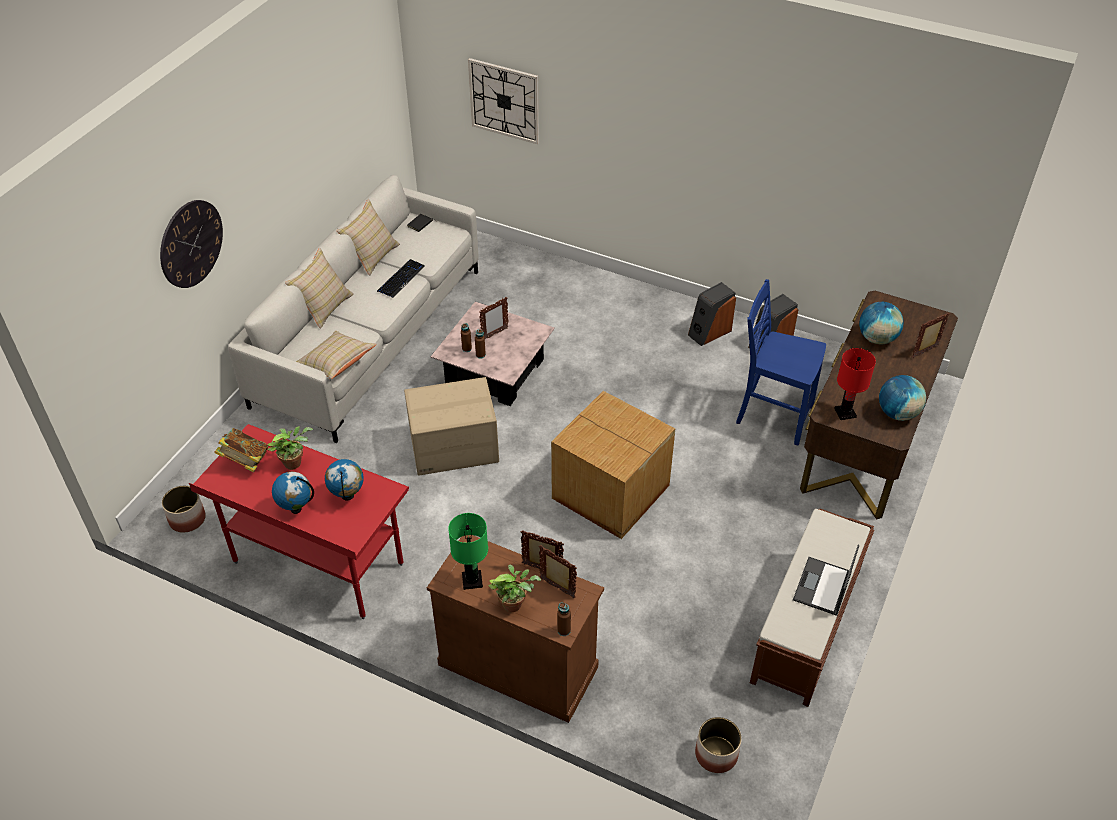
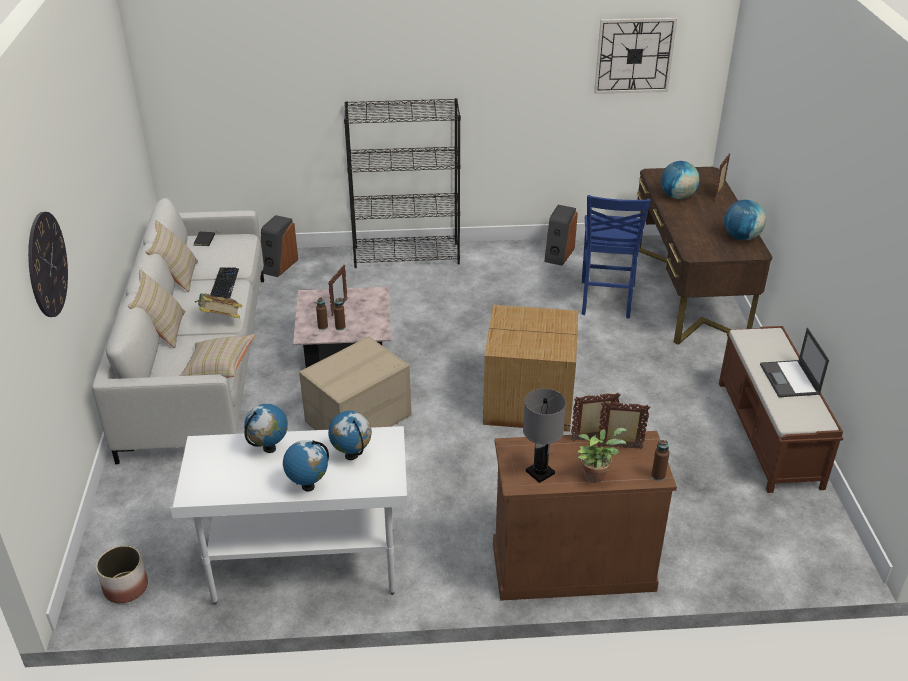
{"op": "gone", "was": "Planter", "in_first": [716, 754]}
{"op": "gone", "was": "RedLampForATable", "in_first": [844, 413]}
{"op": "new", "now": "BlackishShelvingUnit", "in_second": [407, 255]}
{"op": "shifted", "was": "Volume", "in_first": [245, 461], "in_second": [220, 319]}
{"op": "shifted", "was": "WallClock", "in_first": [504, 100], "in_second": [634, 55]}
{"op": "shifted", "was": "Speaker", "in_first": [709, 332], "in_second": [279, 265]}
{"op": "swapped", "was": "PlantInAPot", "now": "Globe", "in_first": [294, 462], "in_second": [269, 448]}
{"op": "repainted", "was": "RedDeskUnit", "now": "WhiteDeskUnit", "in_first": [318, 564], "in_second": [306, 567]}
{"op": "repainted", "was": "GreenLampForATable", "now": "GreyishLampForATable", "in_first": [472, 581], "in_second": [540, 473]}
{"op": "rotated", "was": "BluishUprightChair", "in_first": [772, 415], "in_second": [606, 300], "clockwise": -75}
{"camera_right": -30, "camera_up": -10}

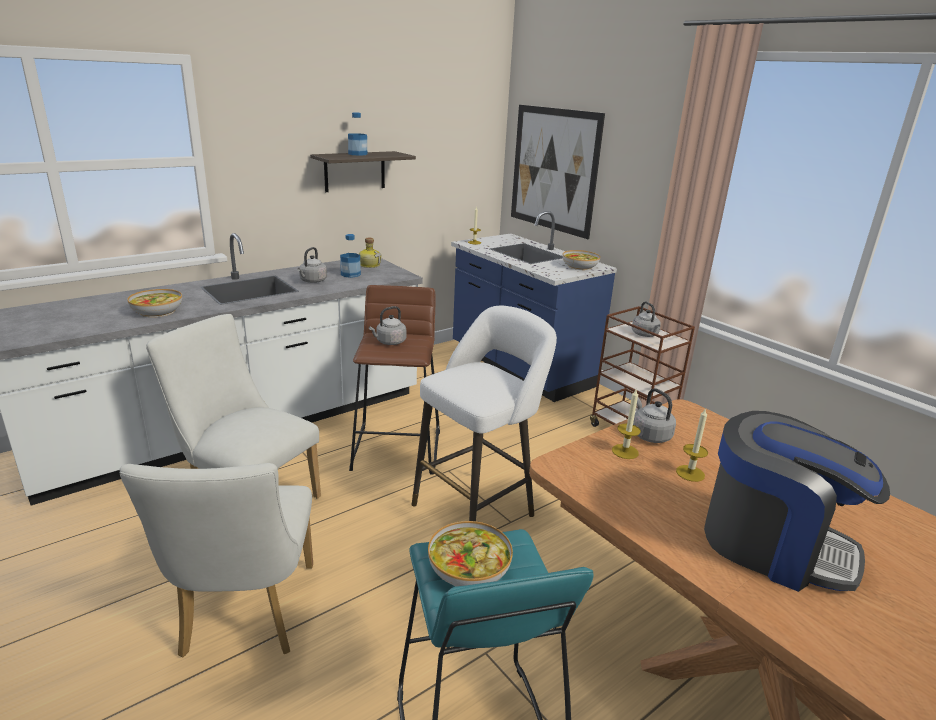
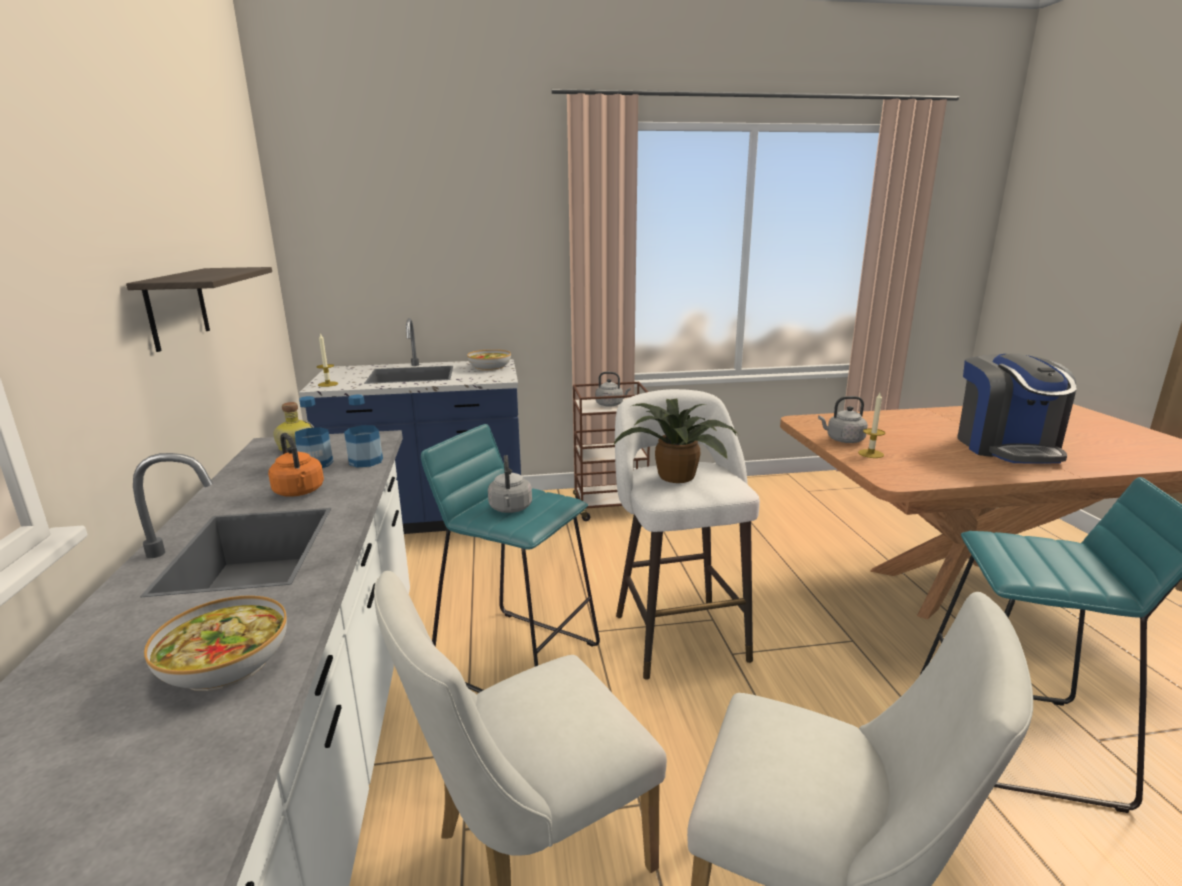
{"op": "gone", "was": "ServingBowl", "in_first": [468, 569]}
{"op": "gone", "was": "WallPicture", "in_first": [553, 170]}
{"op": "gone", "was": "WaxCandle", "in_first": [690, 473]}
{"op": "new", "now": "PlantInAPot", "in_second": [678, 475]}
{"op": "shifted", "was": "DrinkBottle", "in_first": [357, 154], "in_second": [366, 461]}
{"op": "repainted", "was": "GreyishWaterKettle", "now": "OrangeColouredWaterKettle", "in_first": [312, 281], "in_second": [300, 492]}
{"op": "repainted", "was": "BrownishStoolSeat", "now": "TurquoiseStoolSeat", "in_first": [397, 449], "in_second": [517, 658]}
{"op": "rotated", "was": "CoffeeMachine", "in_first": [773, 545], "in_second": [1006, 447], "clockwise": 120}
{"camera_right": -60, "camera_up": -5}

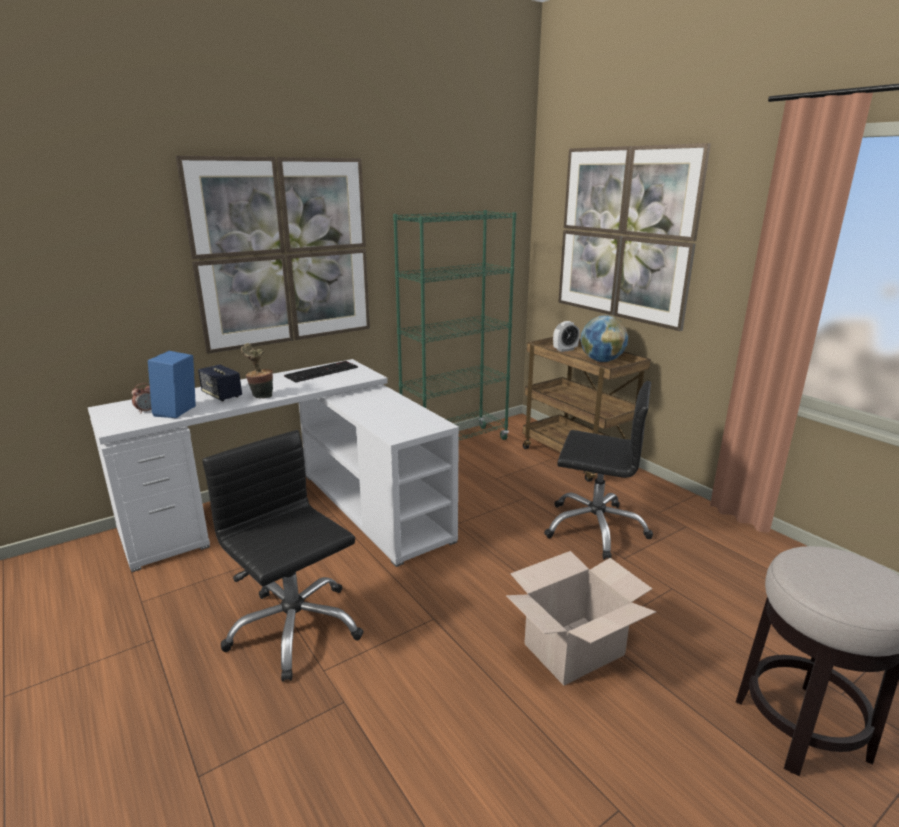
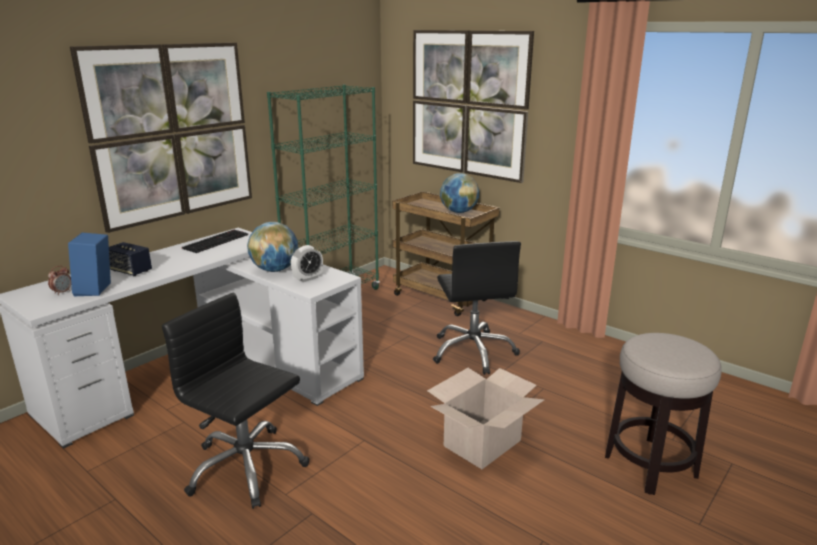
{"op": "gone", "was": "PlantInAPot", "in_first": [260, 396]}
{"op": "new", "now": "Globe", "in_second": [275, 270]}
{"op": "shifted", "was": "AlarmClock", "in_first": [565, 350], "in_second": [308, 278]}
{"op": "rotated", "was": "BlackishComputerChair", "in_first": [595, 527], "in_second": [473, 351], "clockwise": 75}
{"camera_right": -15, "camera_up": 0}

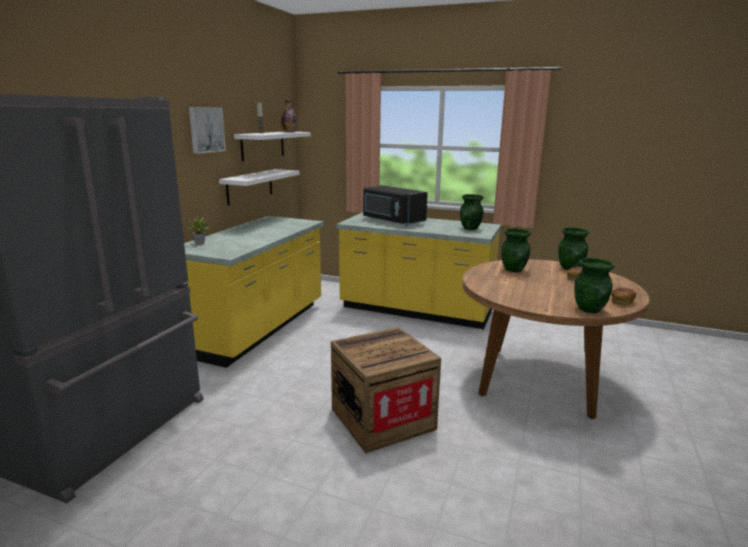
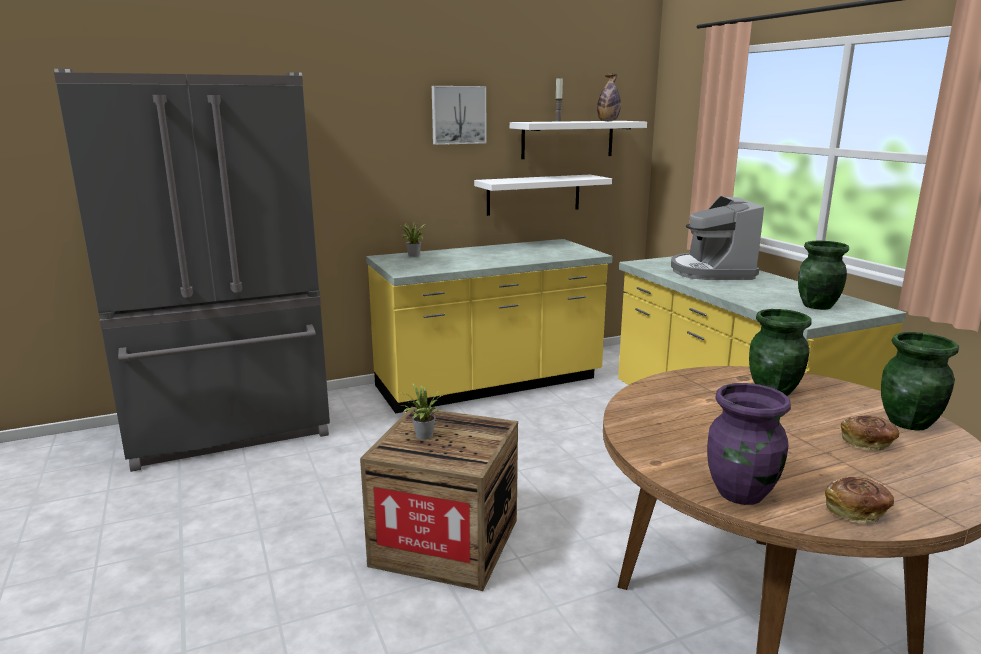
{"op": "new", "now": "PlantInAPot", "in_second": [422, 436]}
{"op": "swapped", "was": "BlackishMicrowaveOven", "now": "CoffeeMachine", "in_first": [392, 220], "in_second": [711, 271]}
{"op": "repainted", "was": "GreenDecorativeVase", "now": "PurpleDecorativeVase", "in_first": [589, 309], "in_second": [741, 493]}
{"camera_right": 45, "camera_up": 0}

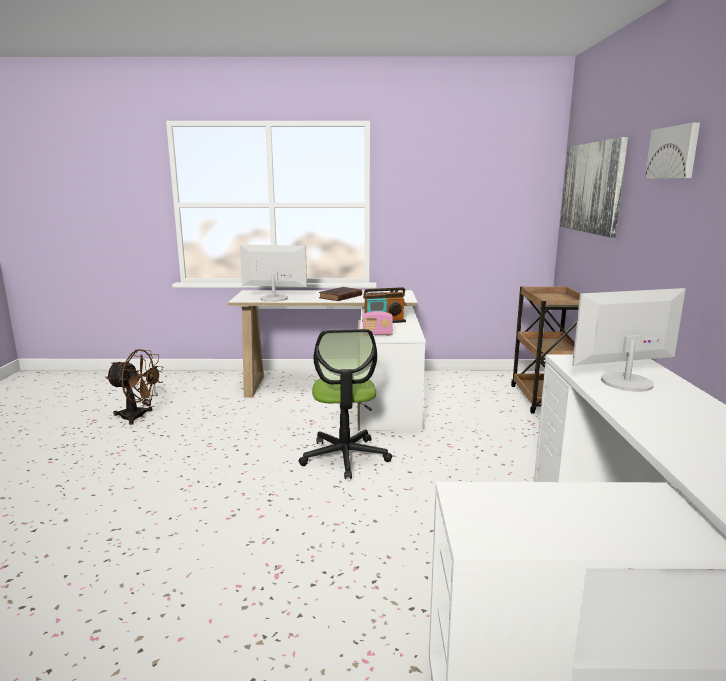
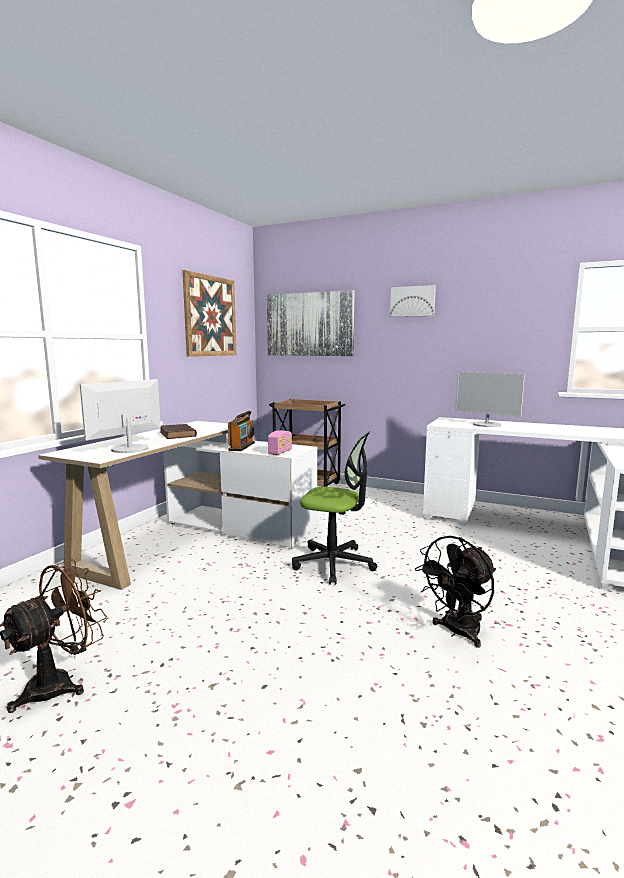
{"op": "new", "now": "WallPicture", "in_second": [210, 316]}
{"op": "new", "now": "BlackishCoolingFan", "in_second": [457, 633]}
{"op": "rotated", "was": "ComputerScreen", "in_first": [625, 382], "in_second": [486, 425], "clockwise": -60}
{"camera_right": -65, "camera_up": -5}

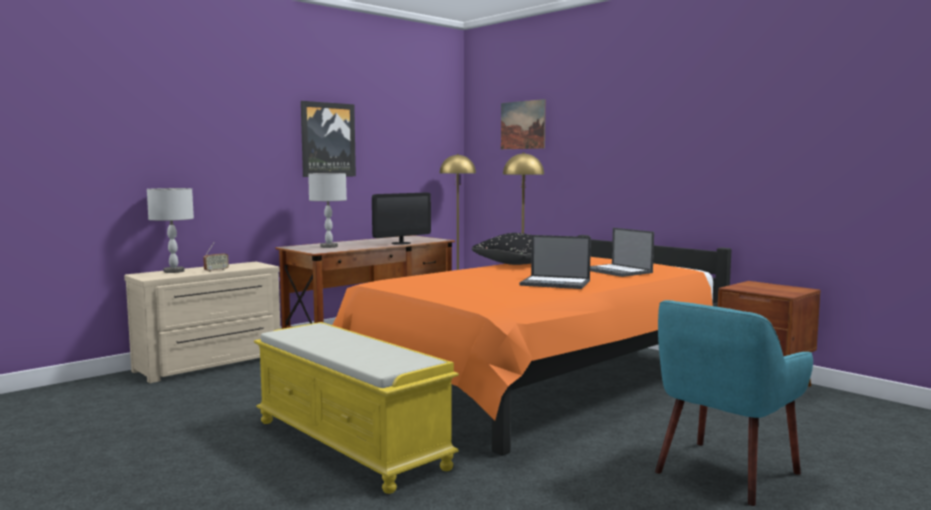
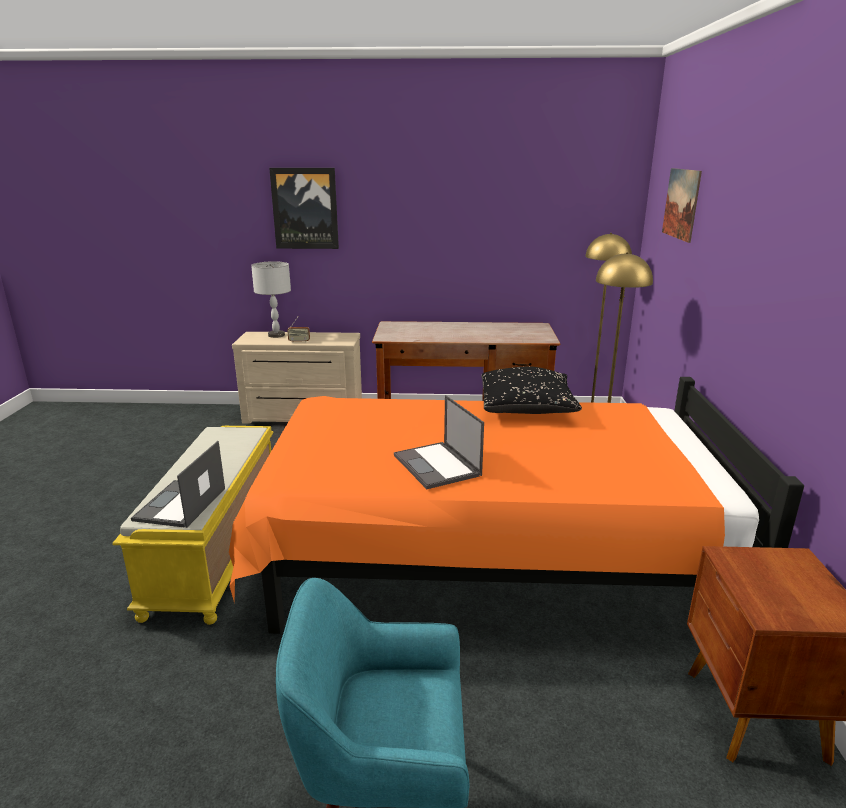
{"op": "gone", "was": "GreyishLampForATable", "in_first": [329, 247]}
{"op": "gone", "was": "ComputerScreen", "in_first": [401, 243]}
{"op": "shifted", "was": "WallPicture", "in_first": [327, 140], "in_second": [305, 208]}
{"op": "shifted", "was": "PortableComputer", "in_first": [618, 271], "in_second": [180, 505]}
{"camera_right": 45, "camera_up": 15}

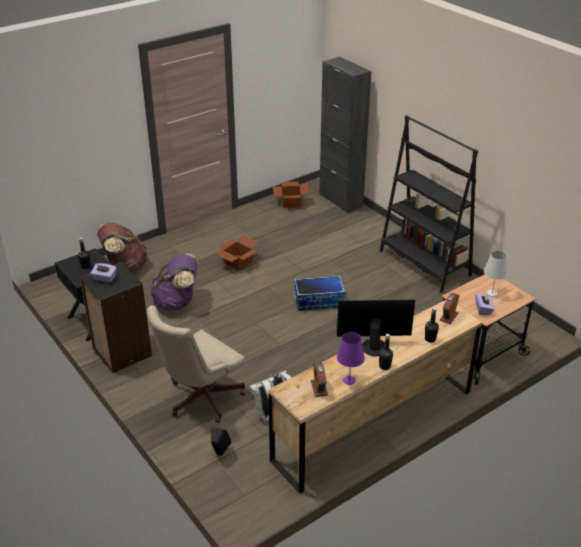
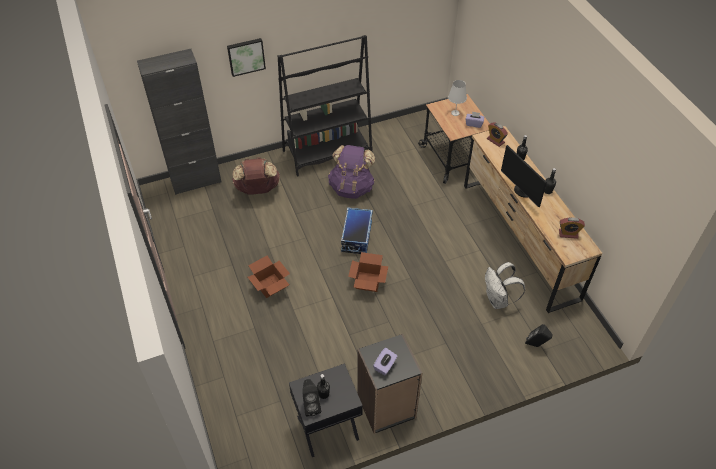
{"op": "gone", "was": "SandColouredComputerChair", "in_first": [200, 399]}
{"op": "gone", "was": "PurpleLampForATable", "in_first": [349, 380]}
{"op": "new", "now": "WallPicture", "in_second": [246, 56]}
{"op": "new", "now": "BlackishSpeaker", "in_second": [311, 405]}
{"op": "shifted", "was": "BrownishRucksack", "in_first": [125, 266], "in_second": [257, 190]}
{"op": "shifted", "was": "PurpleRucksack", "in_first": [177, 302], "in_second": [352, 187]}
{"op": "shifted", "was": "CardboardBox", "in_first": [290, 202], "in_second": [367, 282]}
{"op": "rotated", "was": "ComputerScreen", "in_first": [374, 345], "in_second": [522, 191], "clockwise": -45}
{"camera_right": -75, "camera_up": 15}

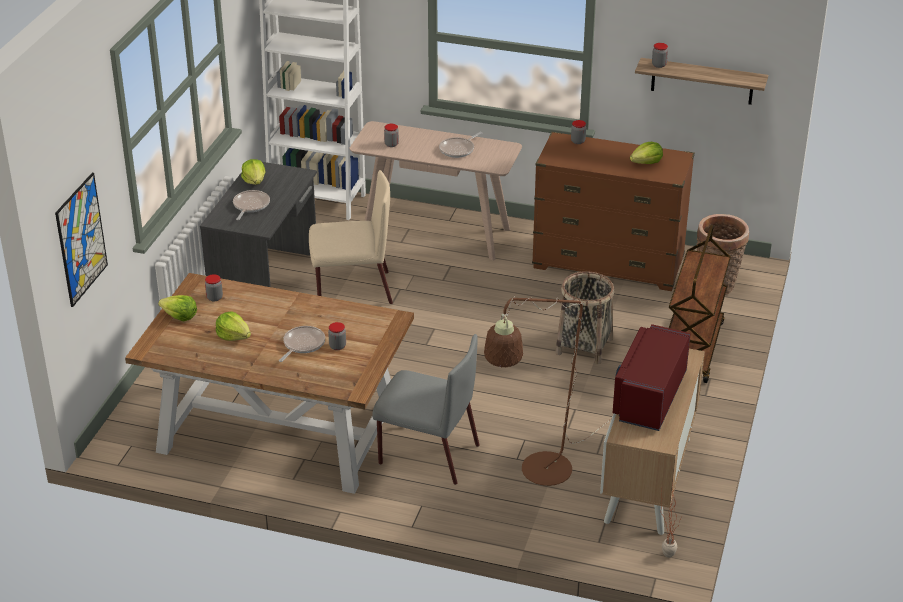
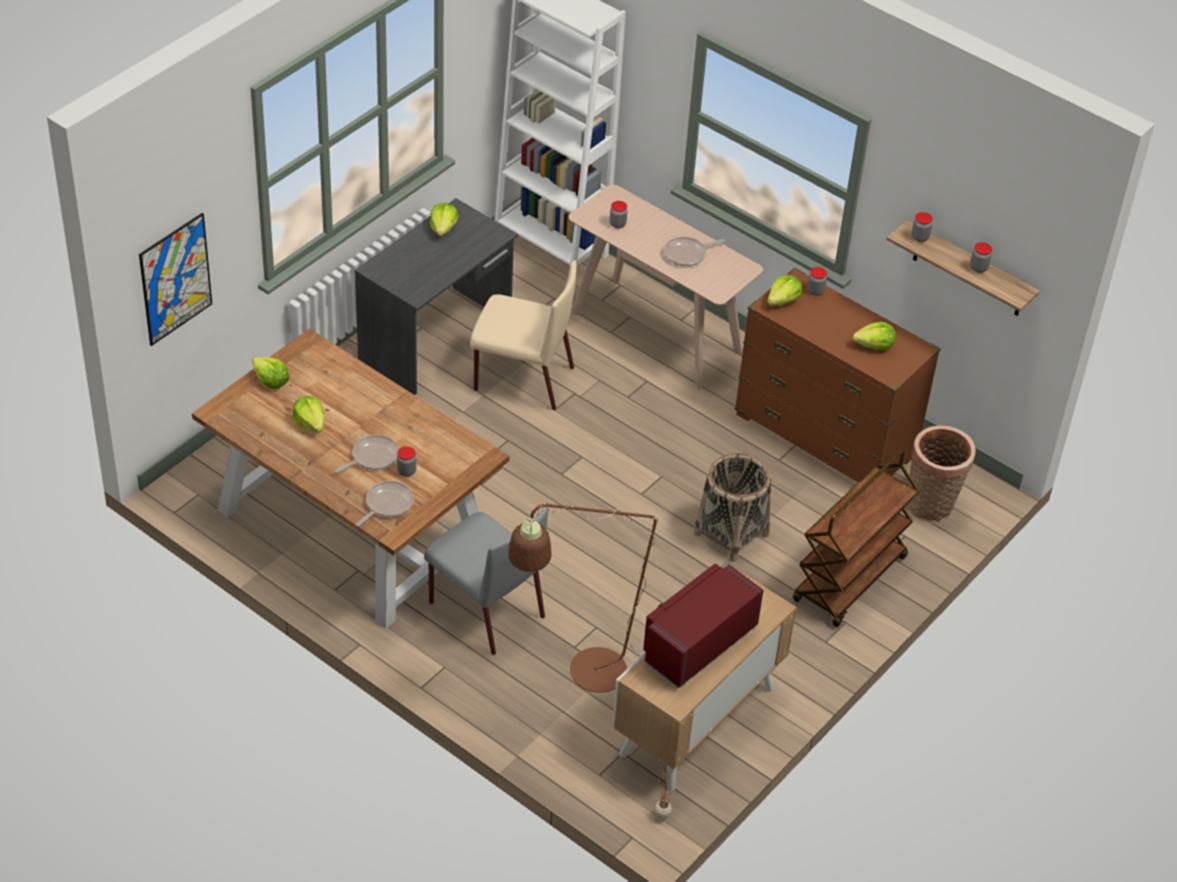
{"op": "new", "now": "LettuceHead", "in_second": [783, 300]}
{"op": "shifted", "was": "StorageJar", "in_first": [214, 298], "in_second": [978, 268]}
{"op": "shifted", "was": "Pan", "in_first": [250, 206], "in_second": [387, 504]}
{"camera_right": 20, "camera_up": 10}

